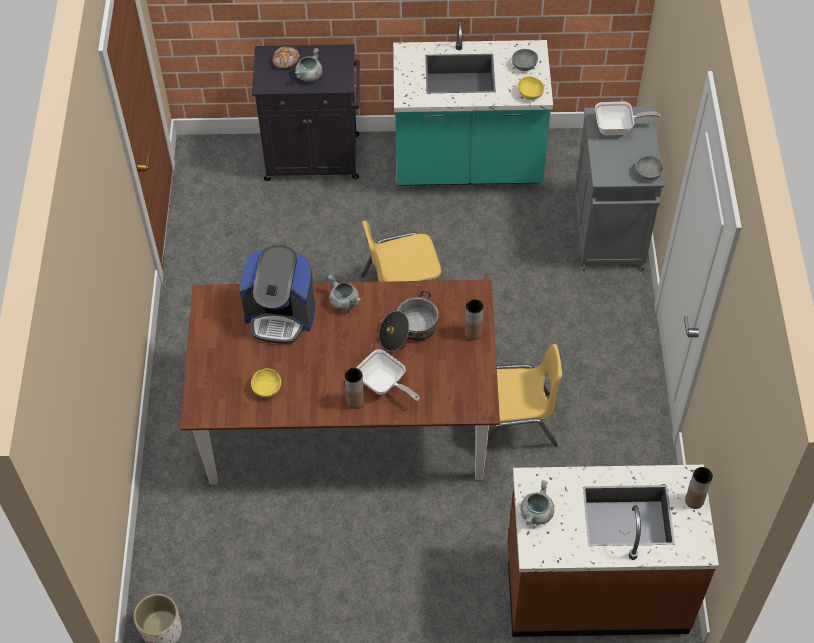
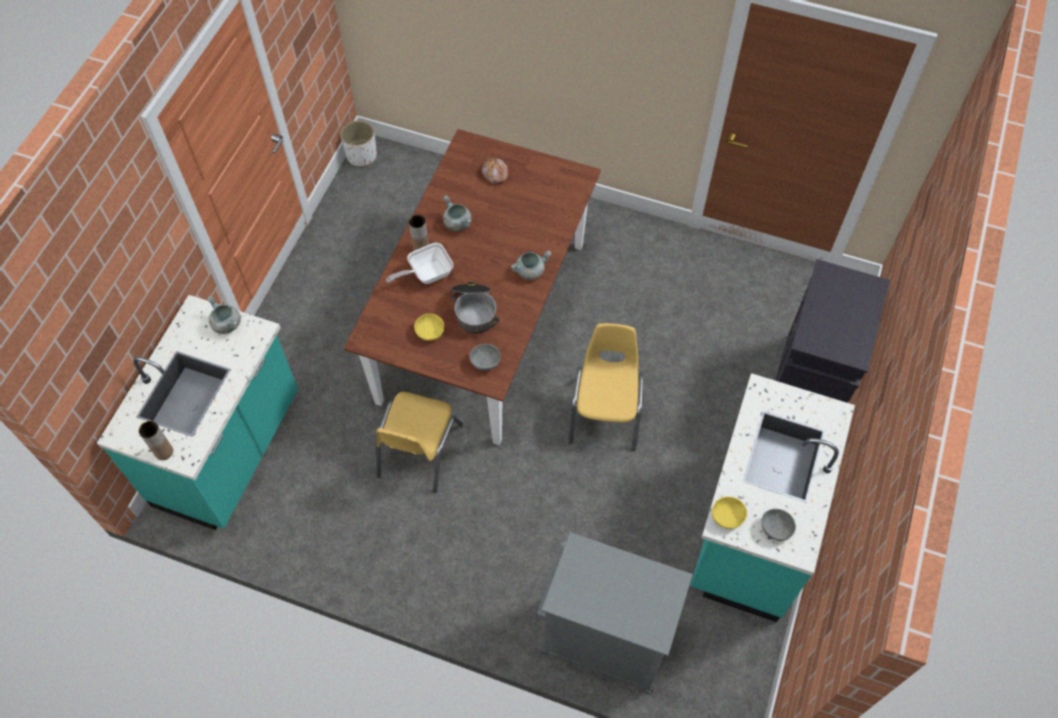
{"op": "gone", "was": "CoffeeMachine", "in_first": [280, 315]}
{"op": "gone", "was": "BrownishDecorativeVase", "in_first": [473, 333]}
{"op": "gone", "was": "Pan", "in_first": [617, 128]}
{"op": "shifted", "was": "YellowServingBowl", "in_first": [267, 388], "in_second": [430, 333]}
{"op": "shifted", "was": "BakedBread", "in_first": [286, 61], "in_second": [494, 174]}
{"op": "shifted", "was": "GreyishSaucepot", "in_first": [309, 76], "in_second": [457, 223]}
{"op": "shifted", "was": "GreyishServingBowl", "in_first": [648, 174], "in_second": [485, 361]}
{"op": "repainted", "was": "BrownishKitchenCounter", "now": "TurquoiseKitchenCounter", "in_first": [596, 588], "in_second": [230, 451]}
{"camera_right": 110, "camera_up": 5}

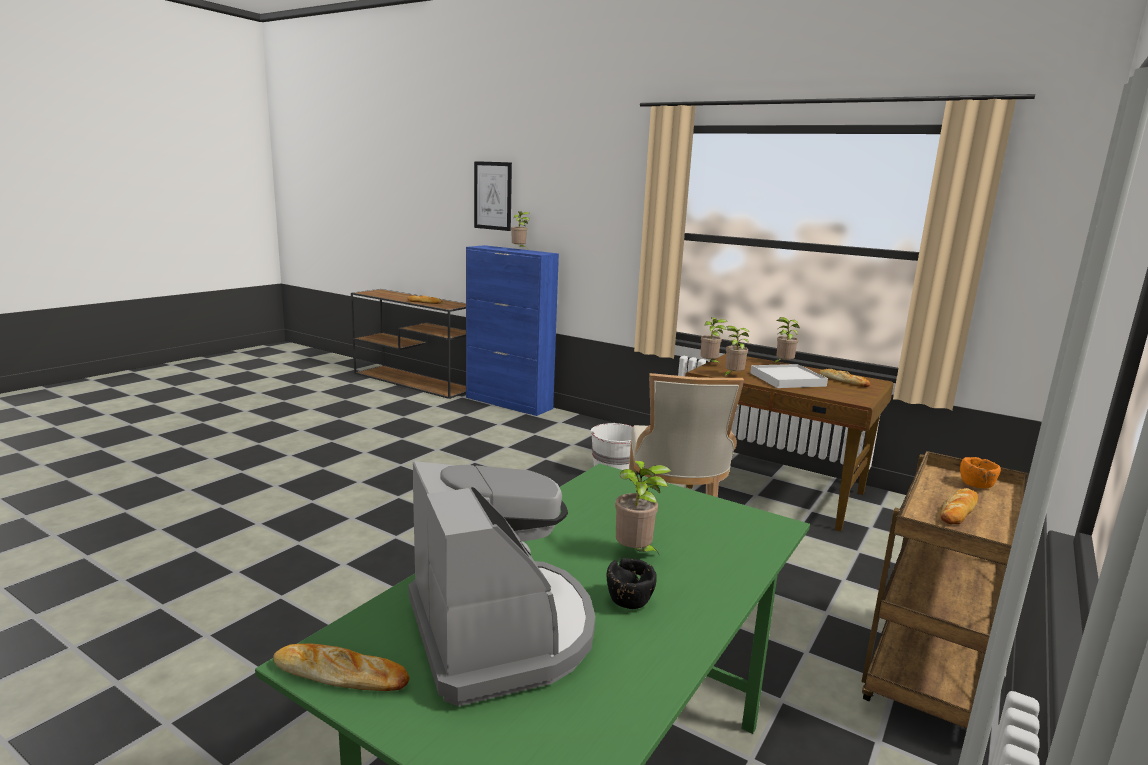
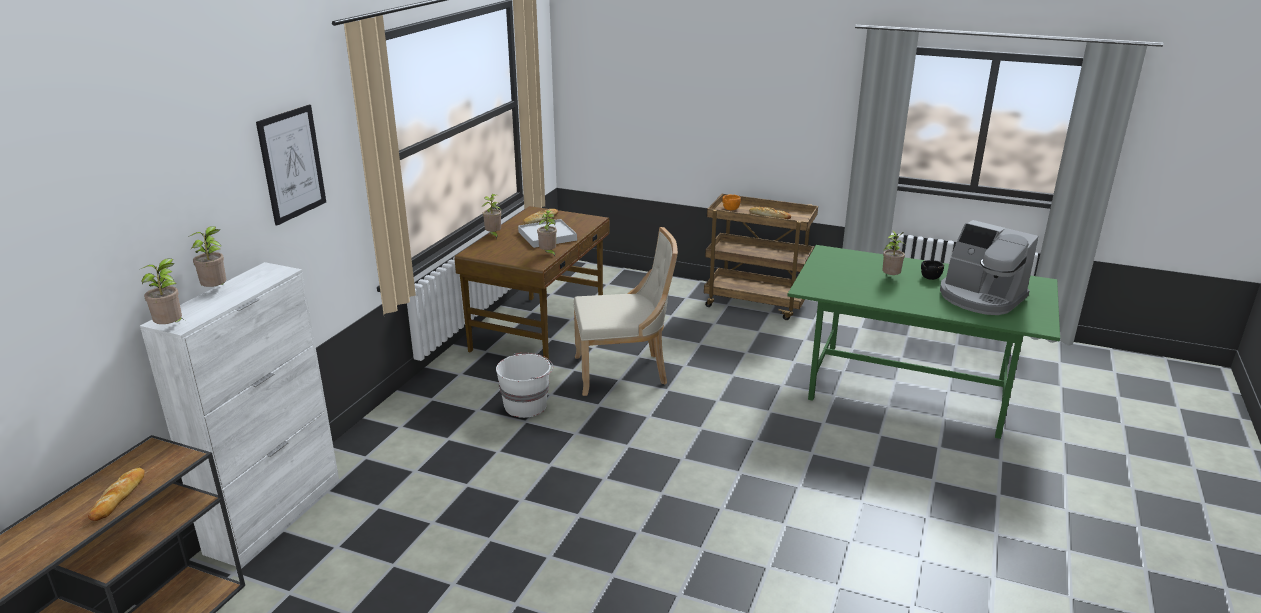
{"op": "gone", "was": "BakedBread", "in_first": [340, 674]}
{"op": "shifted", "was": "WallPicture", "in_first": [492, 196], "in_second": [292, 164]}
{"op": "shifted", "was": "PlantInAPot", "in_first": [710, 364], "in_second": [172, 327]}
{"op": "repainted", "was": "BluishCupboard", "now": "WhiteCupboard", "in_first": [509, 403], "in_second": [275, 514]}
{"op": "rotated", "was": "CoffeeMachine", "in_first": [501, 631], "in_second": [980, 297], "clockwise": -105}
{"camera_right": -100, "camera_up": 10}

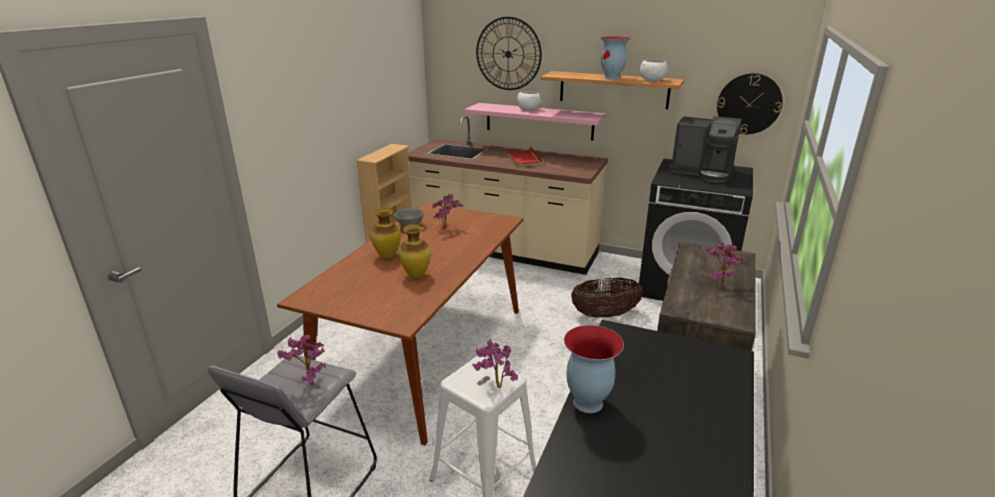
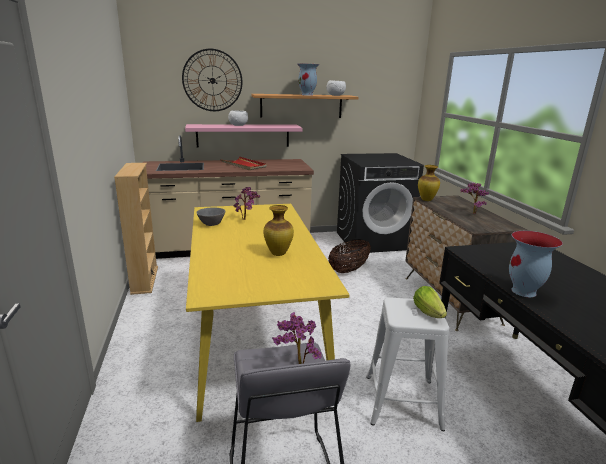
{"op": "gone", "was": "CoffeeMachine", "in_first": [702, 172]}
{"op": "gone", "was": "WallClock", "in_first": [749, 104]}
{"op": "shifted", "was": "DecorativeVase", "in_first": [387, 256], "in_second": [426, 200]}
{"op": "swapped", "was": "PlantInAPot", "now": "LettuceHead", "in_first": [494, 387], "in_second": [429, 313]}
{"op": "repainted", "was": "BrownishDinnerTable", "now": "YellowDinnerTable", "in_first": [425, 354], "in_second": [256, 336]}
{"camera_right": -35, "camera_up": -5}

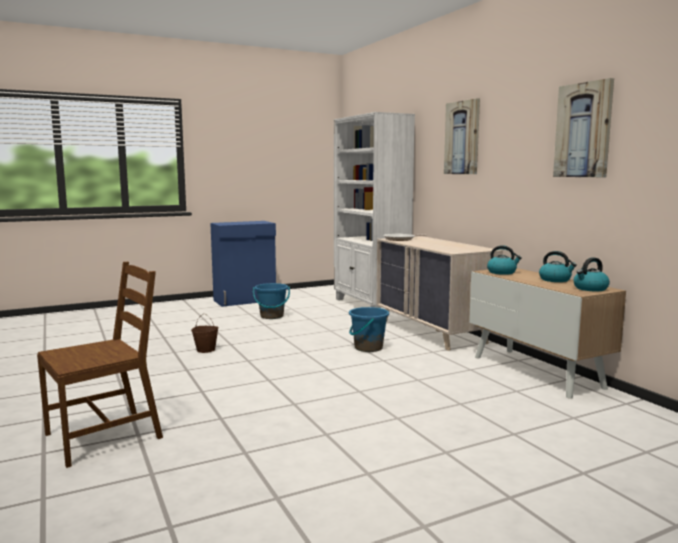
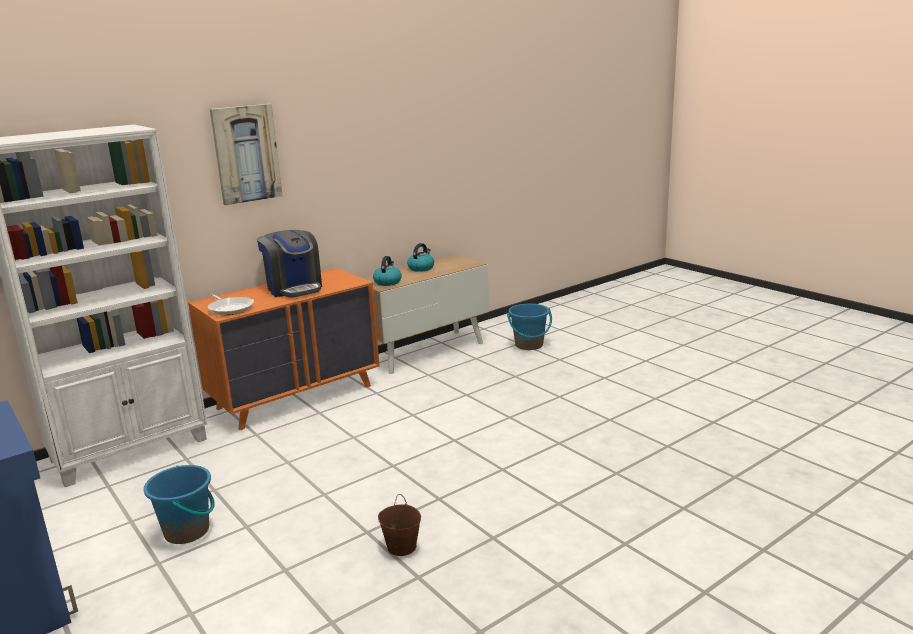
{"op": "gone", "was": "BrownishUprightChair", "in_first": [105, 436]}
{"op": "gone", "was": "WallPicture", "in_first": [583, 130]}
{"op": "gone", "was": "WaterKettle", "in_first": [590, 289]}
{"op": "new", "now": "CoffeeMachine", "in_second": [294, 288]}
{"op": "shifted", "was": "BluishPail", "in_first": [368, 348], "in_second": [529, 345]}
{"op": "repainted", "was": "SandColouredChestOfDrawers", "now": "OrangeColouredChestOfDrawers", "in_first": [433, 332], "in_second": [296, 396]}
{"camera_right": -100, "camera_up": 10}

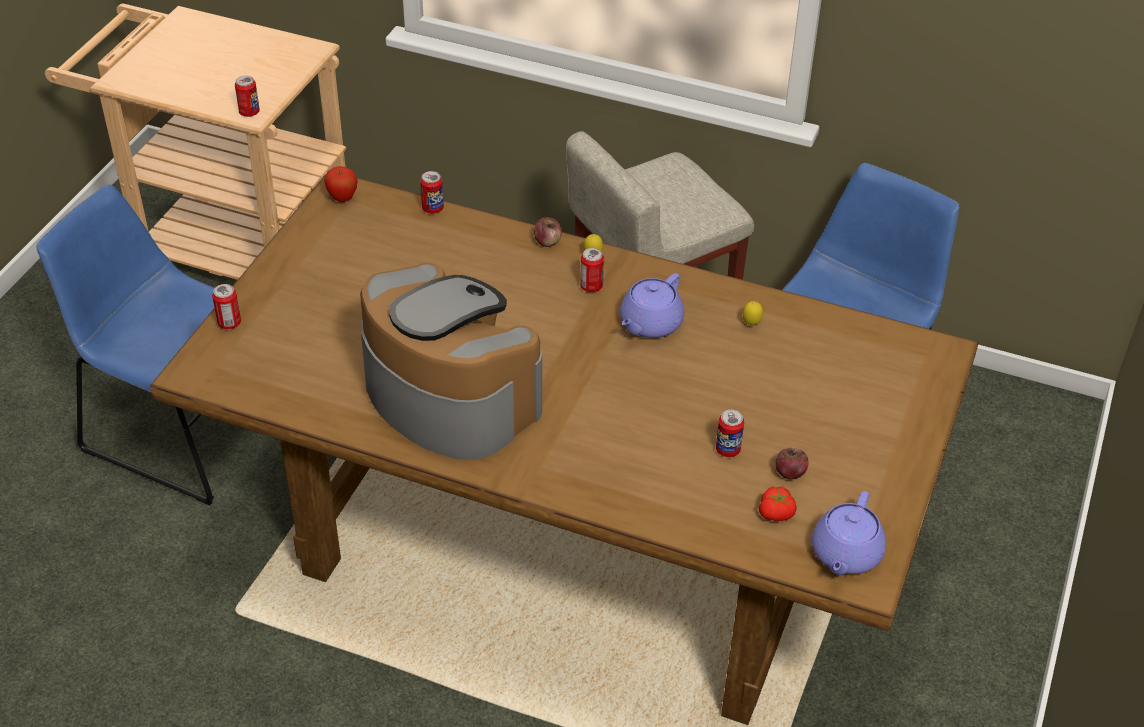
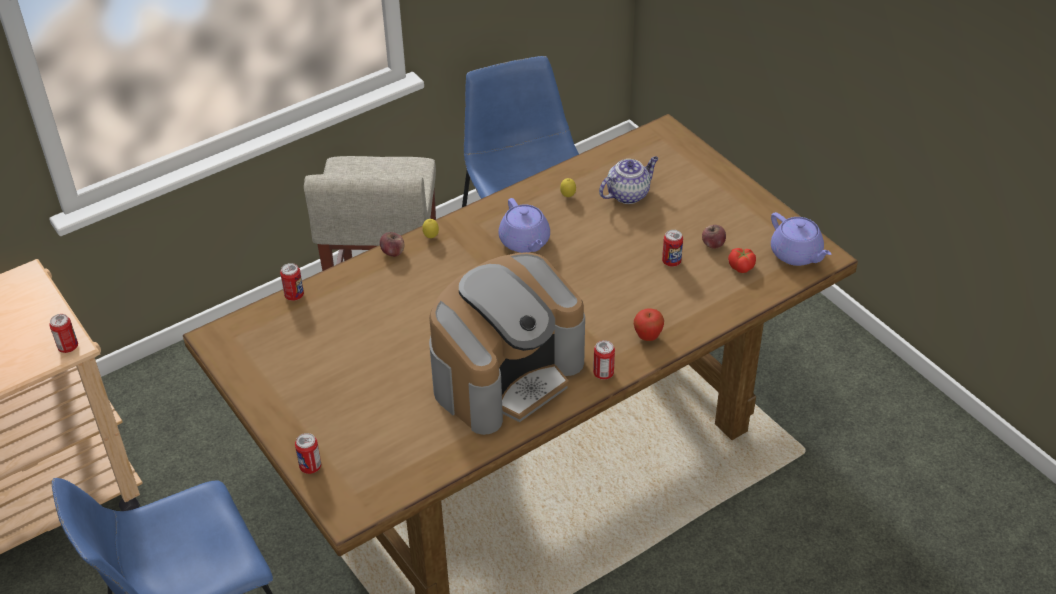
{"op": "new", "now": "TeaPot", "in_second": [628, 194]}
{"op": "shifted", "was": "AppleFruit", "in_first": [342, 198], "in_second": [647, 337]}
{"op": "shifted", "was": "MetalCan", "in_first": [591, 286], "in_second": [603, 373]}
{"op": "rotated", "was": "CoffeeMachine", "in_first": [448, 397], "in_second": [506, 374], "clockwise": 150}
{"camera_right": -55, "camera_up": 0}

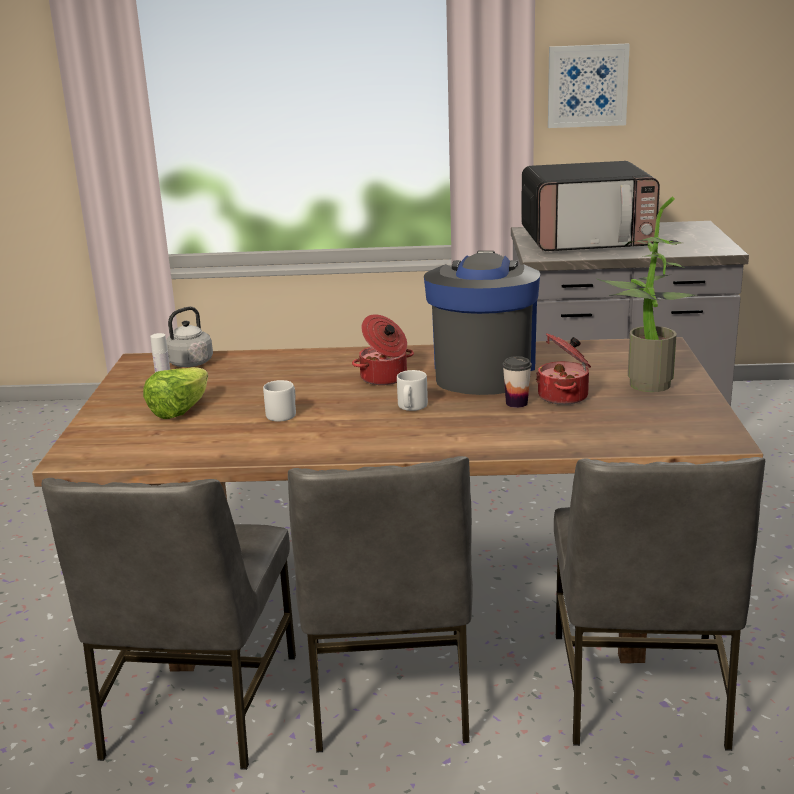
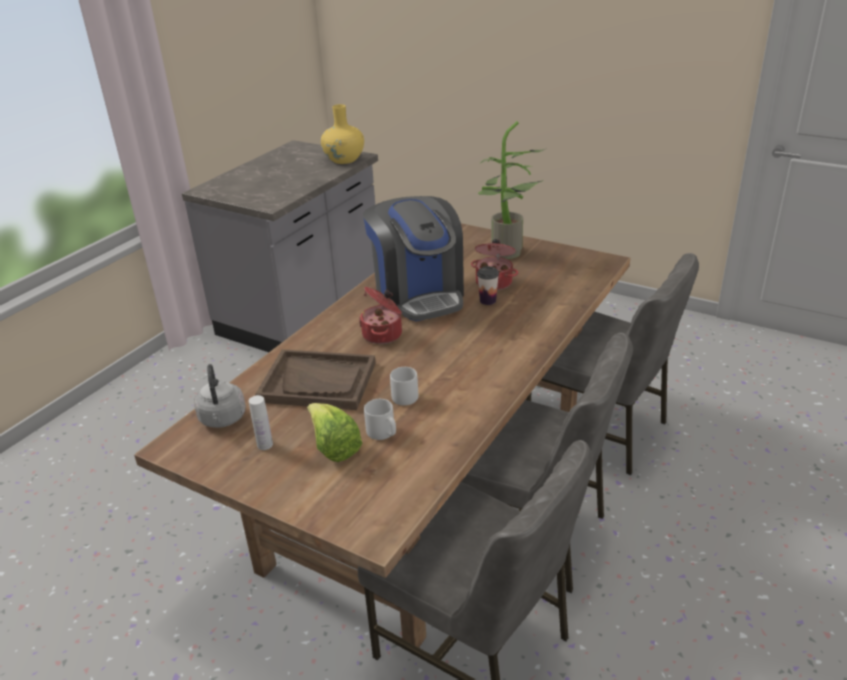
{"op": "gone", "was": "MicrowaveOven", "in_first": [587, 240]}
{"op": "gone", "was": "WallPicture", "in_first": [587, 86]}
{"op": "new", "now": "BrownishTray", "in_second": [318, 382]}
{"op": "new", "now": "YellowDecorativeVase", "in_second": [344, 160]}
{"op": "shifted", "was": "GreyishTeaMug", "in_first": [411, 407], "in_second": [383, 433]}
{"op": "rotated", "was": "CoffeeMachine", "in_first": [483, 371], "in_second": [418, 295], "clockwise": -150}
{"camera_right": -60, "camera_up": 10}

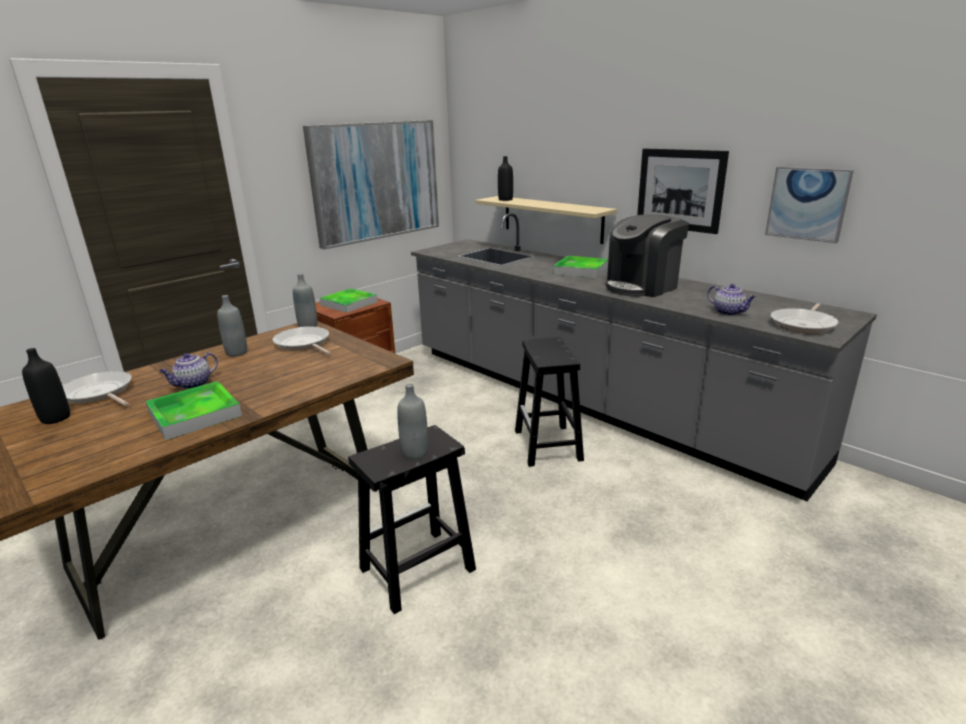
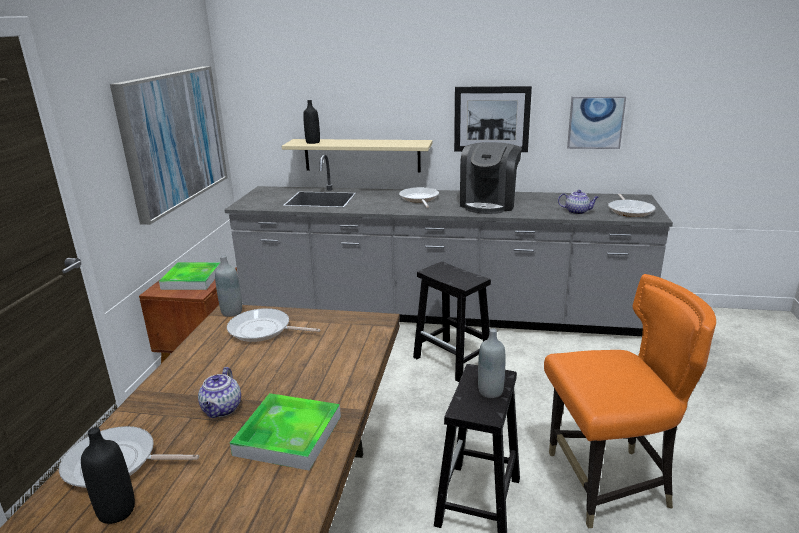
{"op": "gone", "was": "GreyishDrinkBottle", "in_first": [236, 353]}
{"op": "new", "now": "OrangeColouredUprightChair", "in_second": [608, 483]}
{"op": "swapped", "was": "Tray", "now": "Pan", "in_first": [581, 270], "in_second": [419, 199]}
{"camera_right": -35, "camera_up": 0}

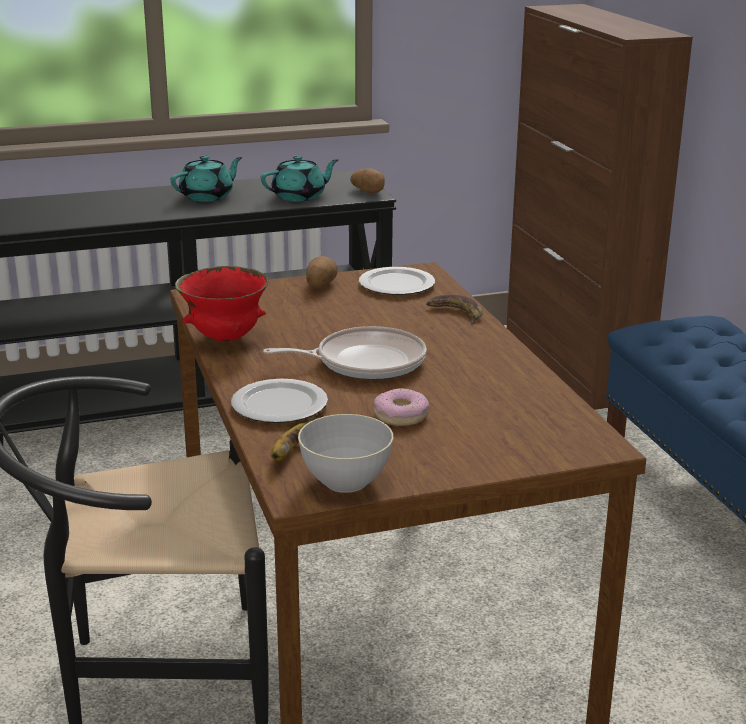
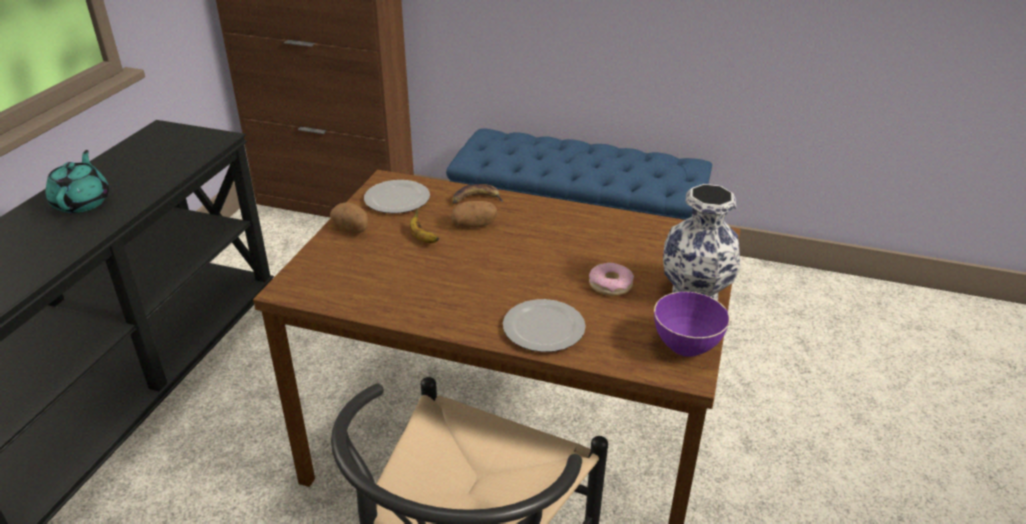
{"op": "gone", "was": "RedServingBowl", "in_first": [225, 338]}
{"op": "gone", "was": "TurquoiseTeaPot", "in_first": [300, 196]}
{"op": "gone", "was": "Pan", "in_first": [364, 362]}
{"op": "new", "now": "DecorativeVase", "in_second": [696, 292]}
{"op": "shifted", "was": "WholeBanana", "in_first": [288, 453], "in_second": [422, 238]}
{"op": "shifted", "was": "Spud", "in_first": [369, 192], "in_second": [474, 225]}
{"op": "repainted", "was": "GreyishServingBowl", "now": "PurpleServingBowl", "in_first": [346, 481], "in_second": [686, 345]}
{"camera_right": -55, "camera_up": 10}

